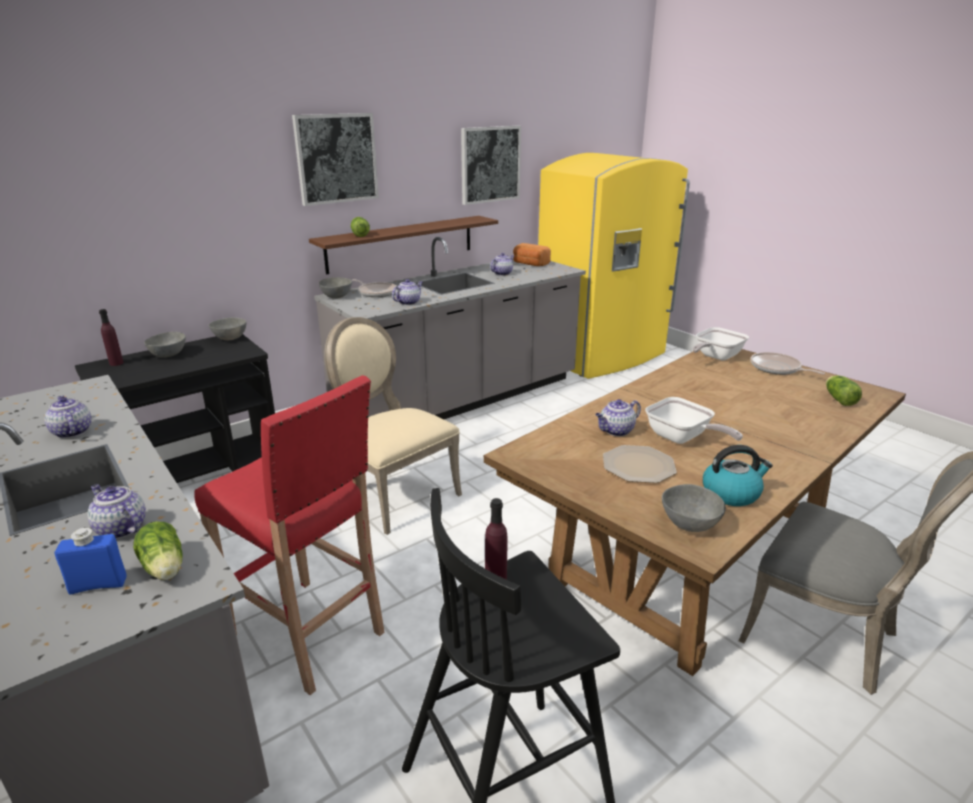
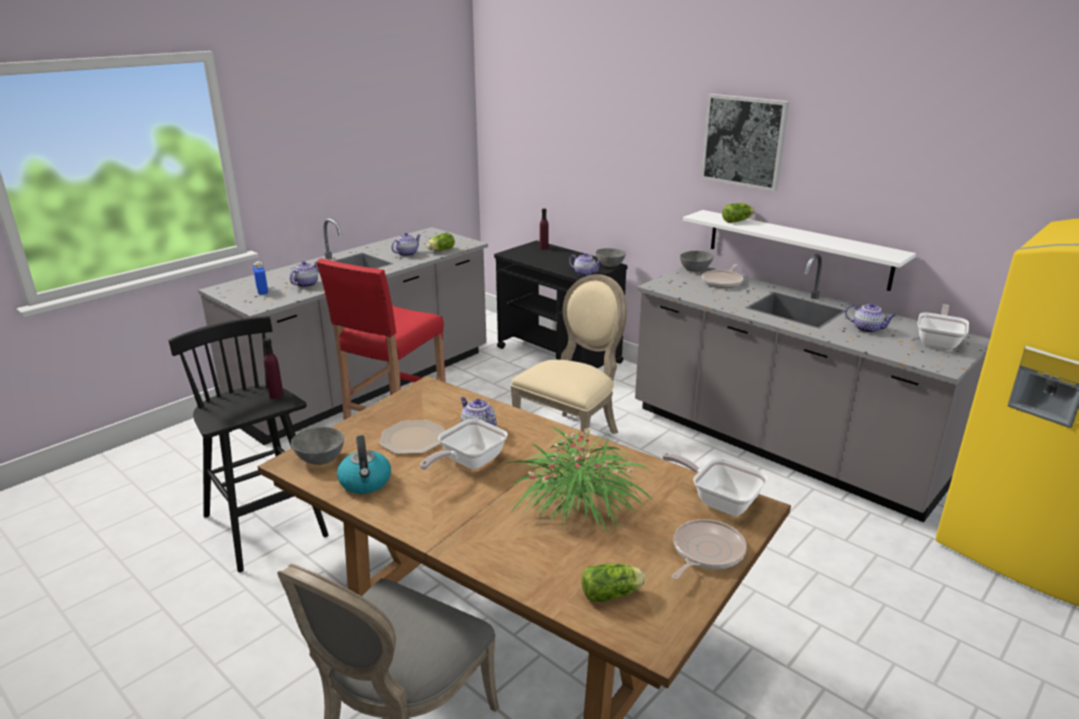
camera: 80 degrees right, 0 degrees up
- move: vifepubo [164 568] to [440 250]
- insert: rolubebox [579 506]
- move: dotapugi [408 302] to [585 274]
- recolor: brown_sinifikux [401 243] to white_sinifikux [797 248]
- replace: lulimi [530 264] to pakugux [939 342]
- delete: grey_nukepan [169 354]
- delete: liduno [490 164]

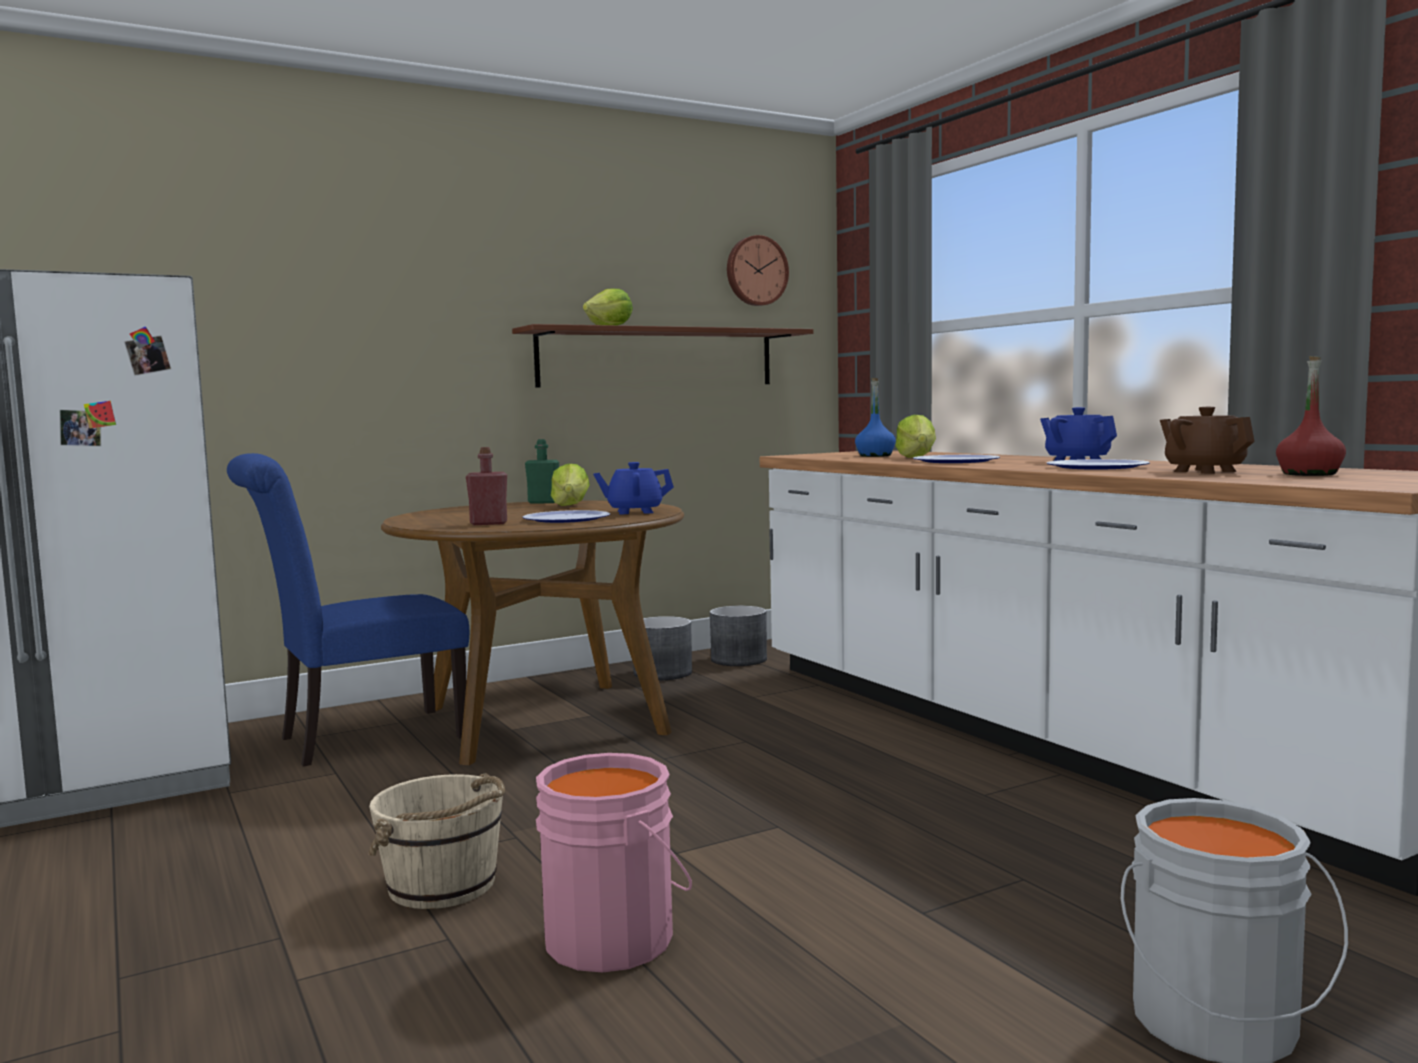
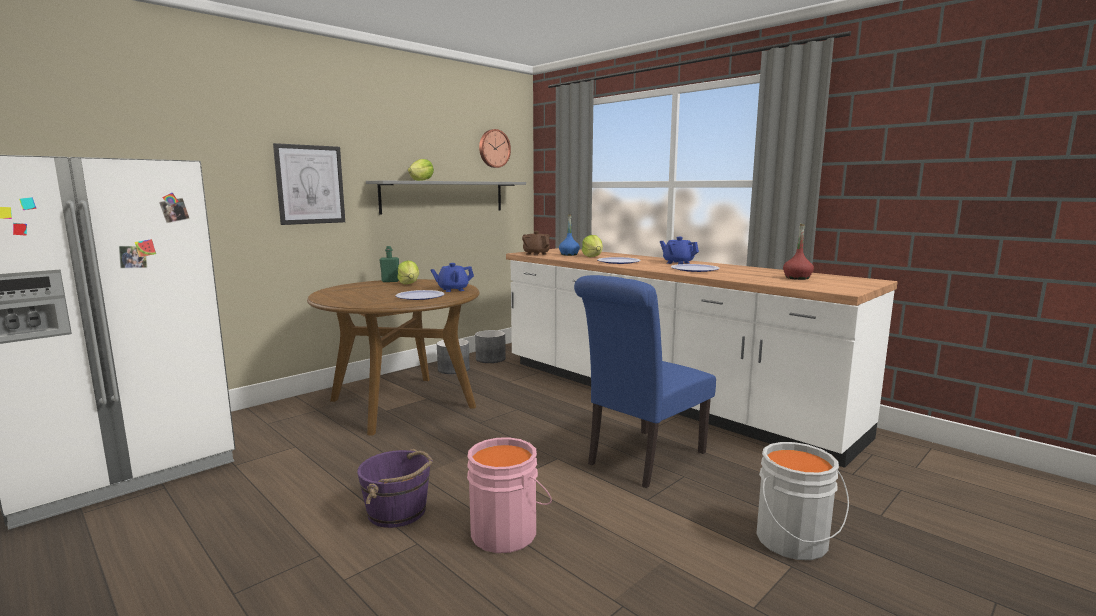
camera: 15 degrees left, 5 degrees up
- insert: liduno [310 184]
- recolor: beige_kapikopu [443 886] to purple_kapikopu [398 512]
- recolor: brown_sinifikux [658 358] to grey_sinifikux [444 197]
- move: brown_dotapugi [1204 471] to [536 254]
- move: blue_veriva [360 739] to [641 460]
- delete: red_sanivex [488 523]

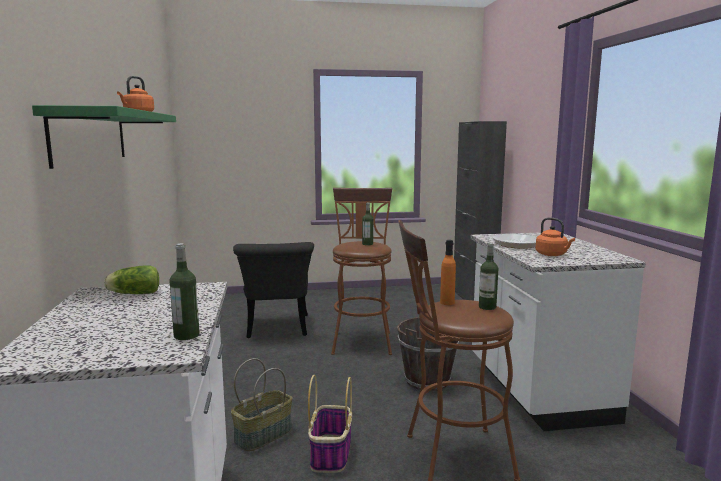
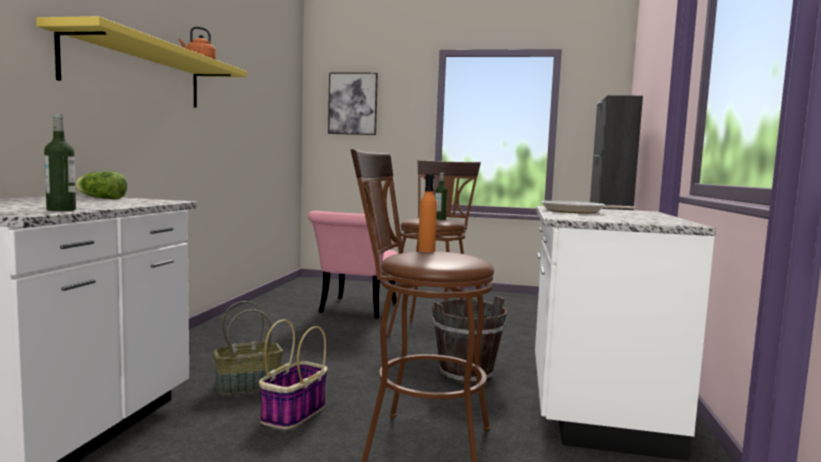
camera: 20 degrees right, 5 degrees down
- recolor: green_sinifikux [91 136] to yellow_sinifikux [137 73]
- recolor: black_veriva [277 329] to pink_veriva [355 310]
- insert: liduno [353 103]
- delete: sanivex [487 307]
- delete: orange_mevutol [552 255]

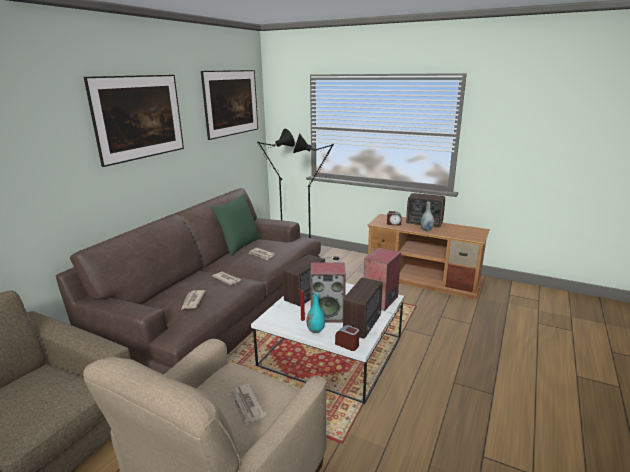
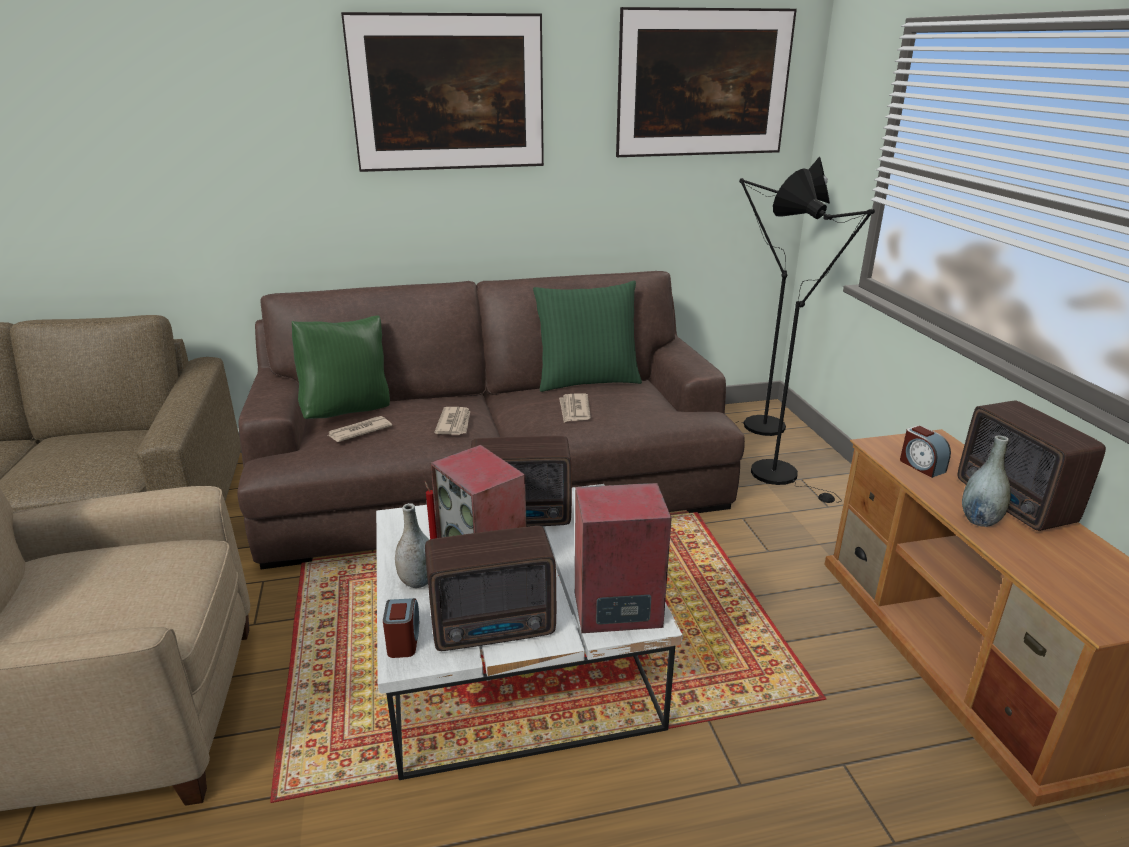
camera: 50 degrees right, 5 degrees up
- insert: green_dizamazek [348 411]
- recolor: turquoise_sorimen [315 330] to grey_sorimen [418 581]
- delete: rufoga [246 406]

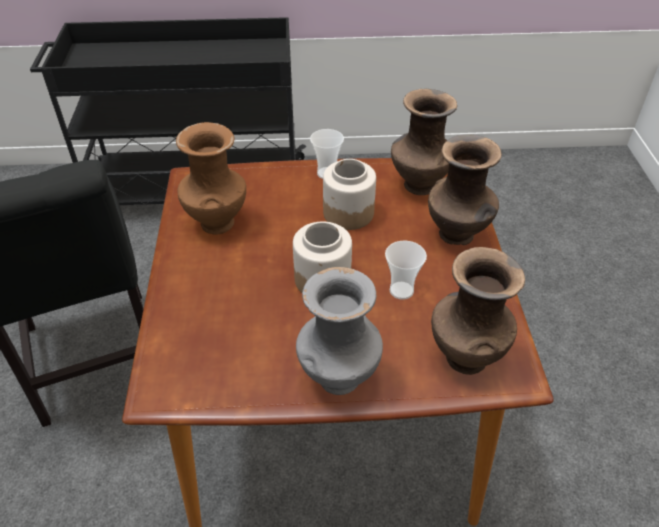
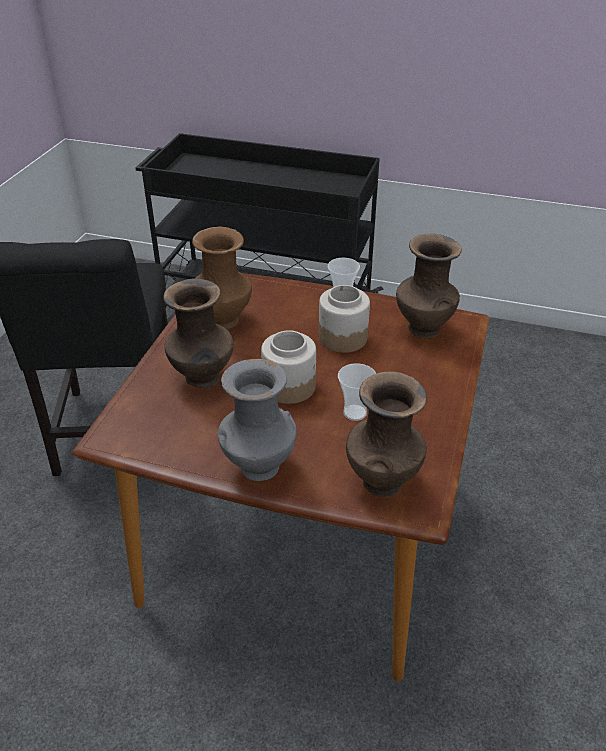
camera: 20 degrees right, 5 degrees down
- move: brown_sorimen [457 235] to [203 379]

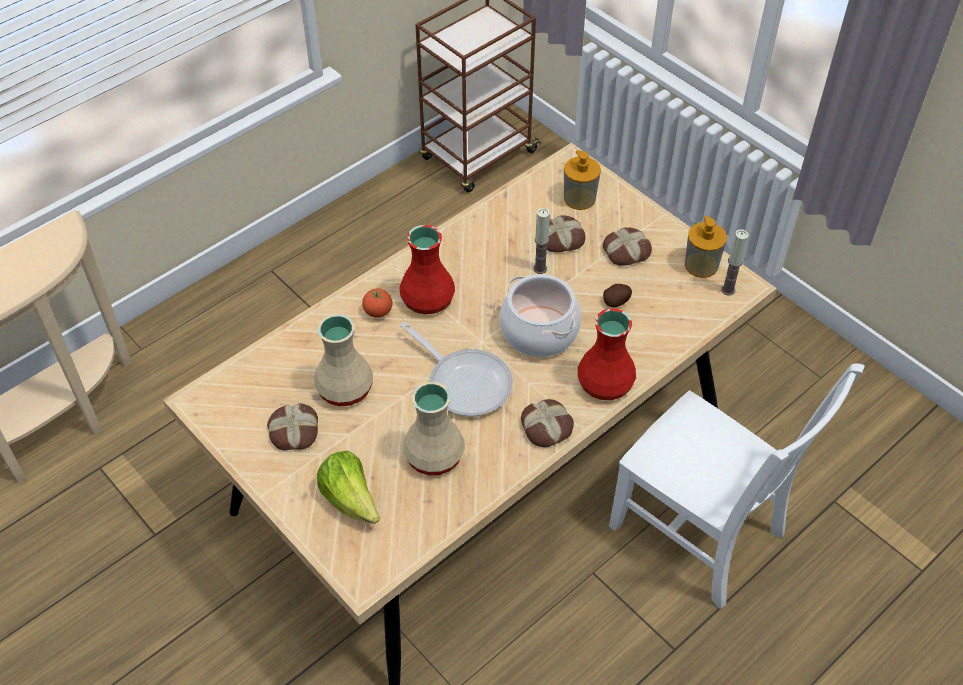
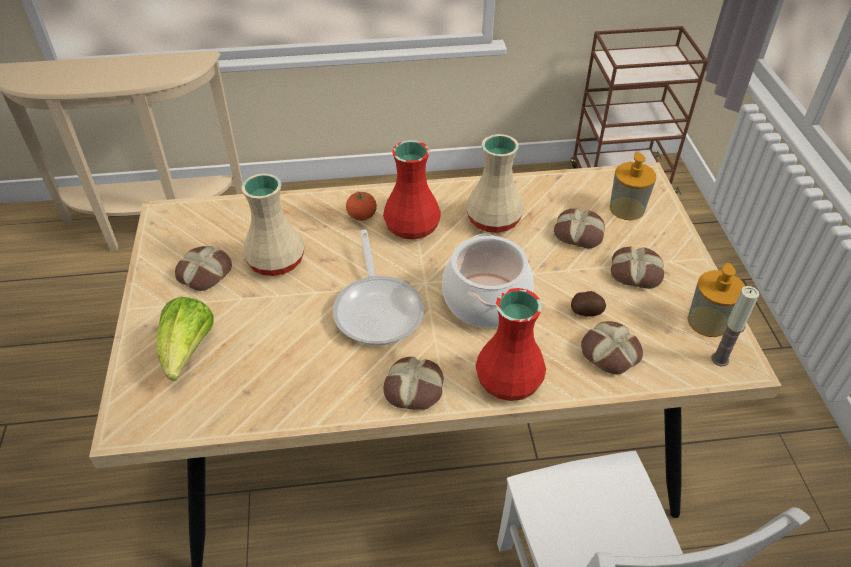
camera: 35 degrees right, 5 degrees down
- move: beige_sorimen [433 456] to [492 220]
- insert: lulimi [609 353]
- delete: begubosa [540 268]

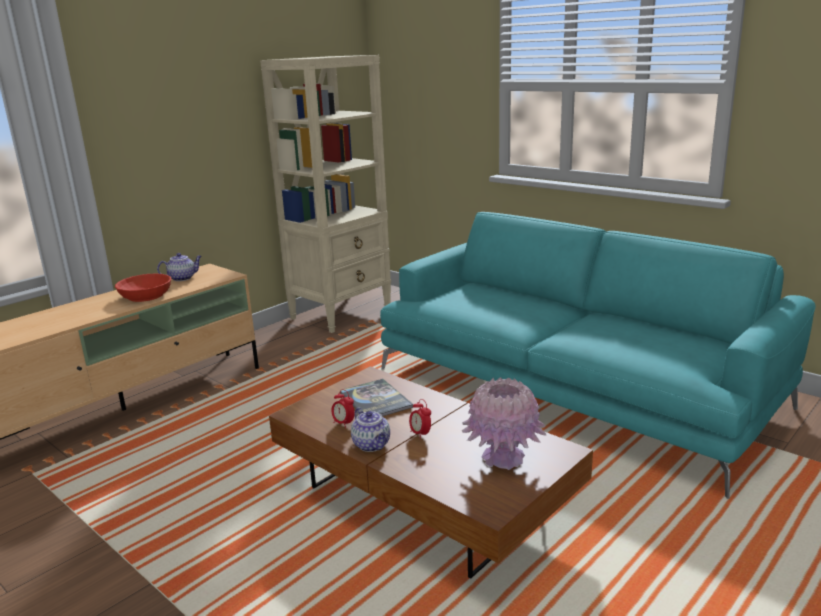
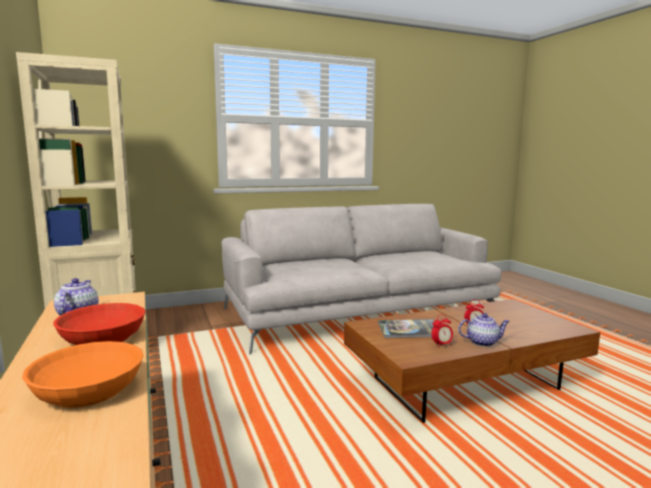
camera: 65 degrees left, 10 degrees down
- insert: orange_nukepan [88 389]
- recolor: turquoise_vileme [573 387] to grey_vileme [359 312]
- delete: pink_sorimen [503 457]

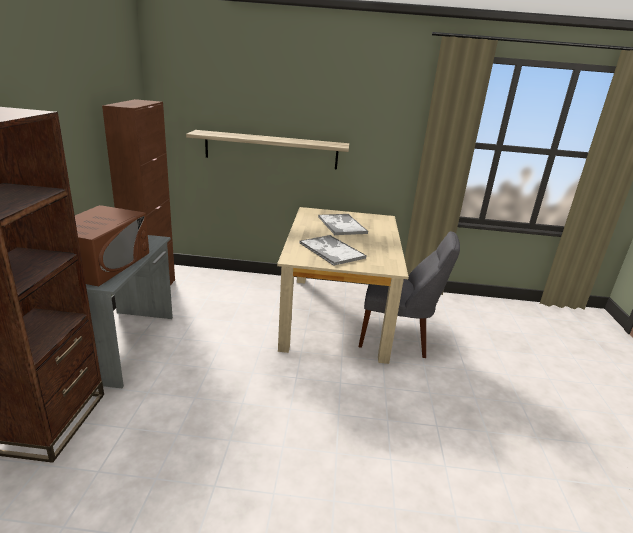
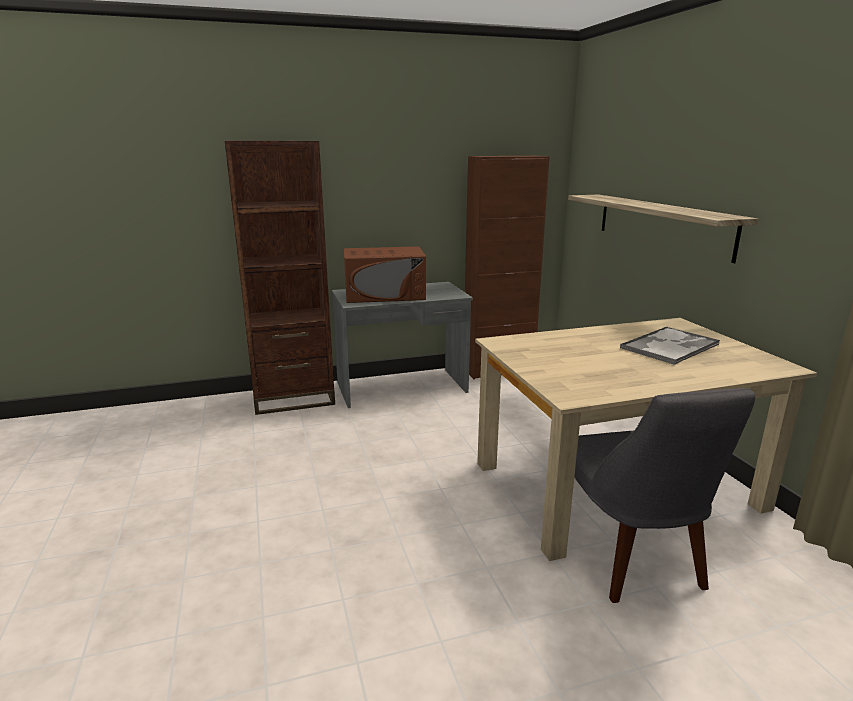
camera: 70 degrees right, 5 degrees down
- delete: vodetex [331 250]

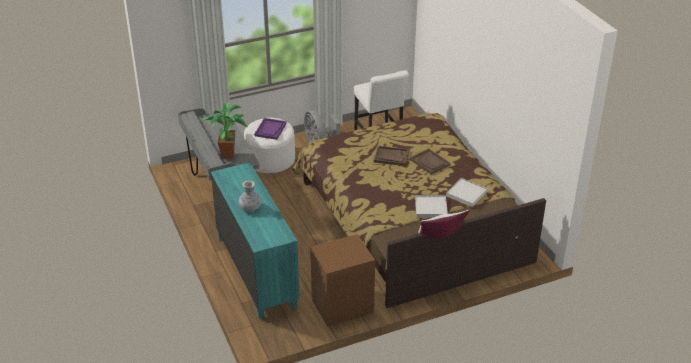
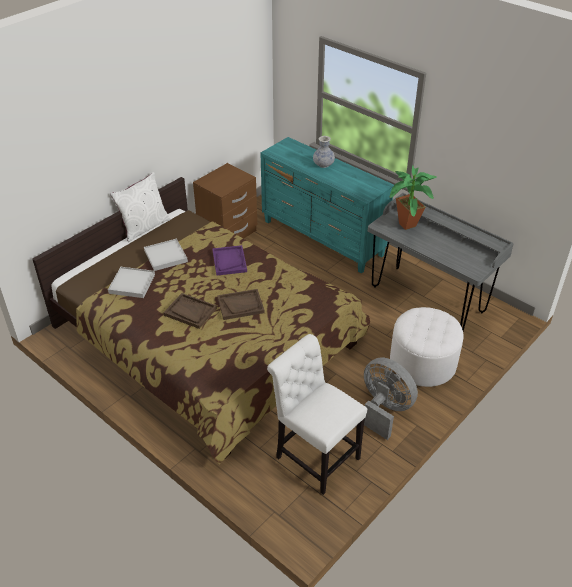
camera: 155 degrees right, 5 degrees up
- move: purple_vodetex [270 130] to [229 261]

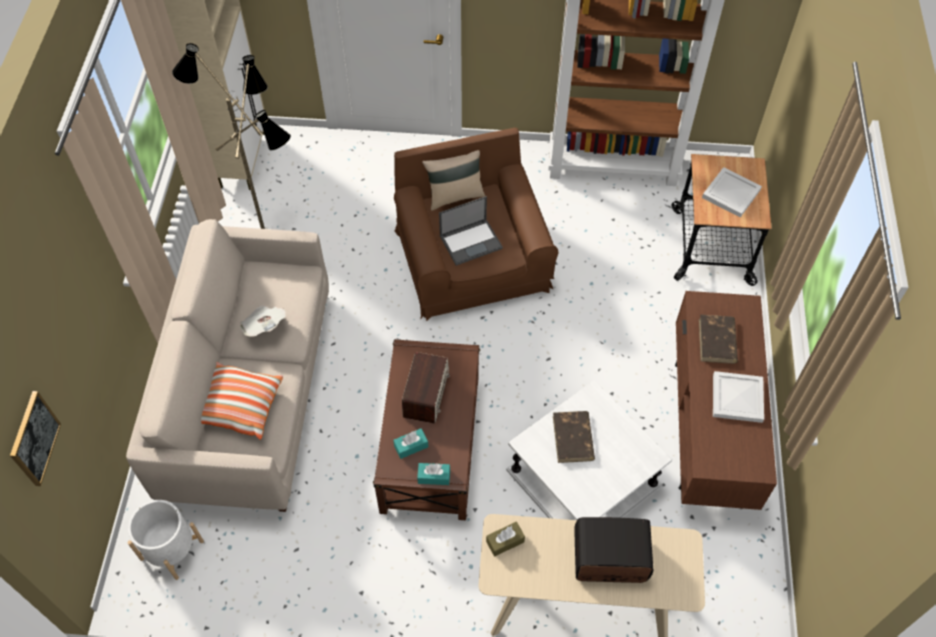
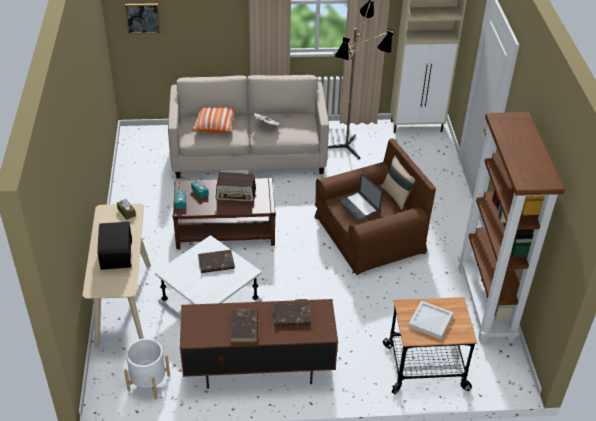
camera: 80 degrees right, 15 degrees down
- move: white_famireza [172 550] to [149 382]
- replace: white_vodetex [738 399] to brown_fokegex [244 327]

